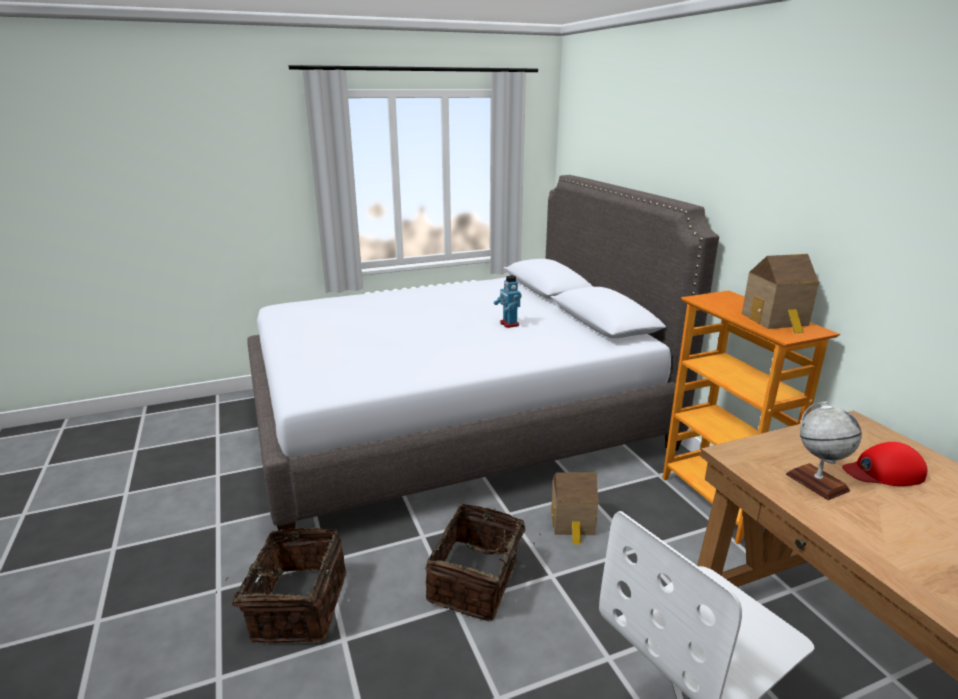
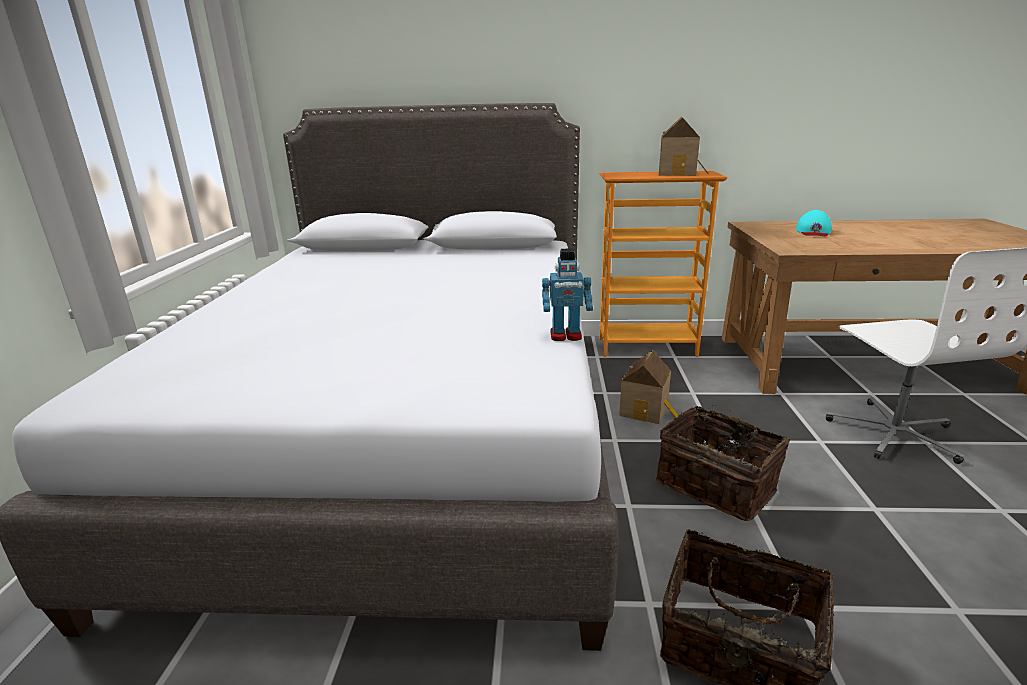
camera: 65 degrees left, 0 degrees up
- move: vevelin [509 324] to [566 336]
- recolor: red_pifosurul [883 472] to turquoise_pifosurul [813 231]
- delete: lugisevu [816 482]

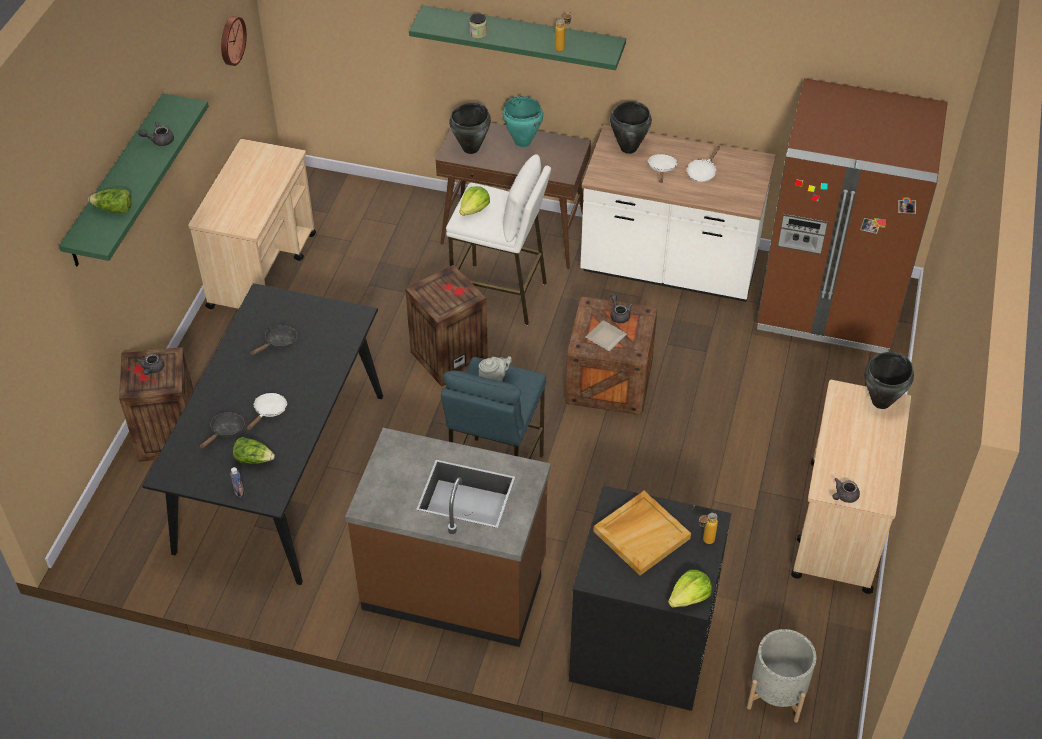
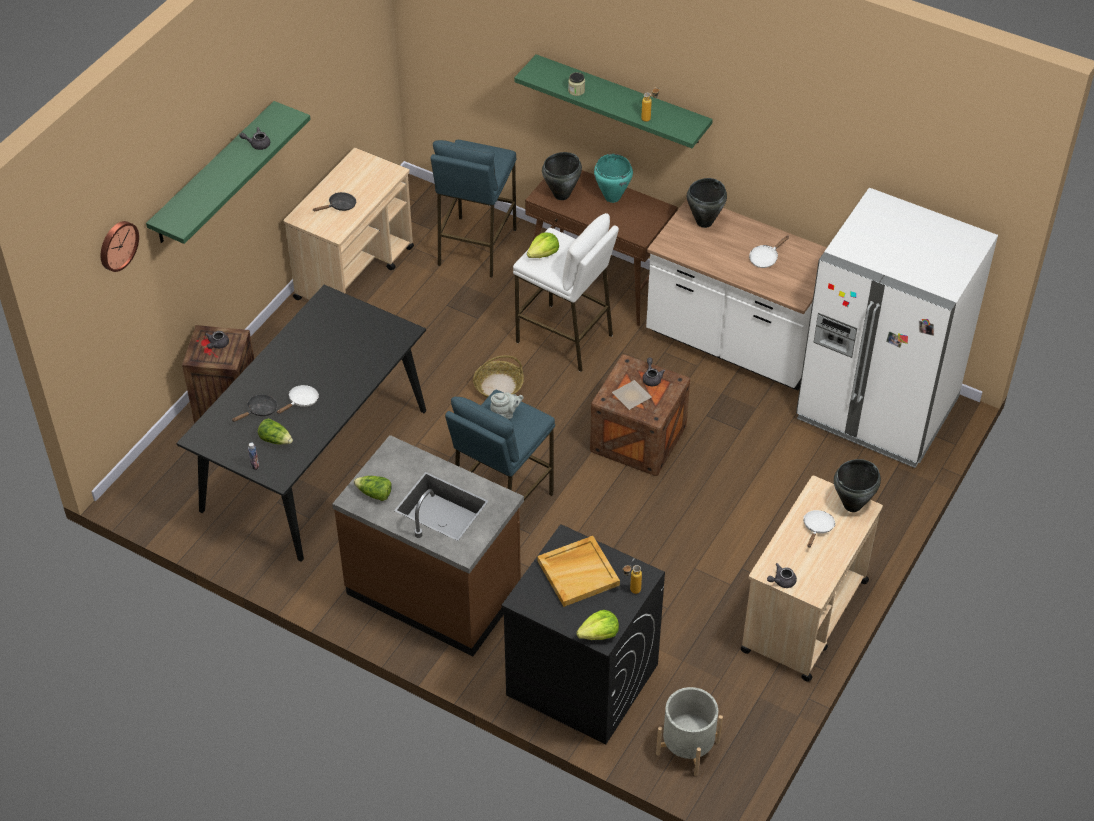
camera: 15 degrees right, 0 degrees up
- move: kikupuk [231 40] to [117 245]
- move: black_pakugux [278 342] to [340 206]
- move: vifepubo [114 209] to [374 494]
- insert: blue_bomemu [475 247]
- replace: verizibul [449 355] to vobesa [498 386]
- recolor: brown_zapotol [828 305] to white_zapotol [877 409]
- move: white_pakugux [662 169] to [817 528]

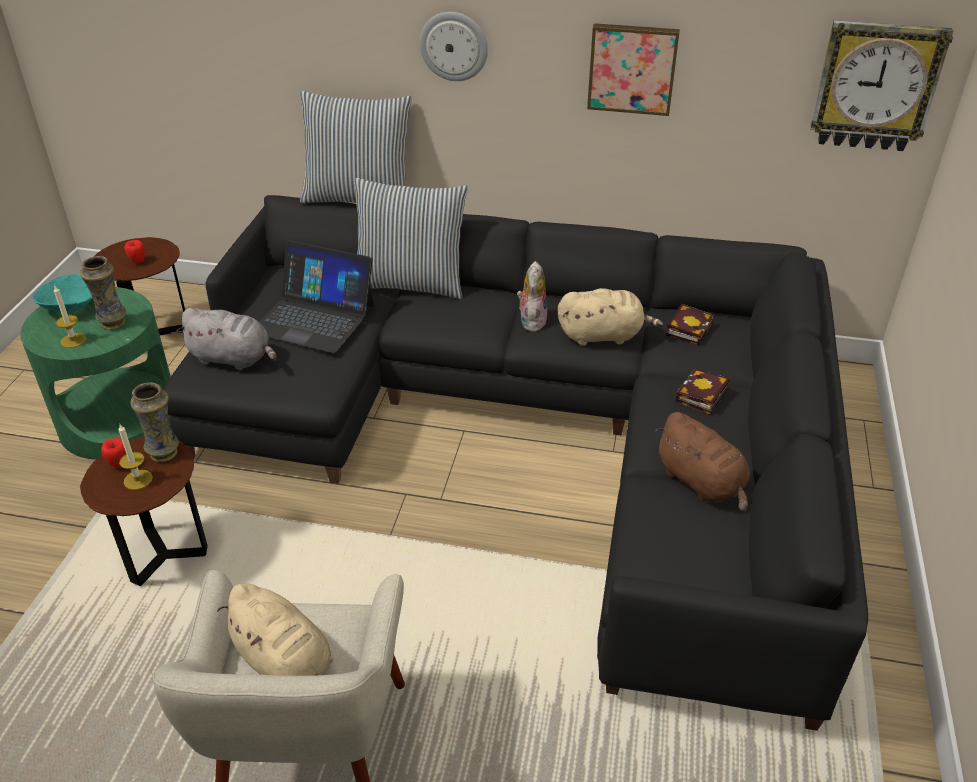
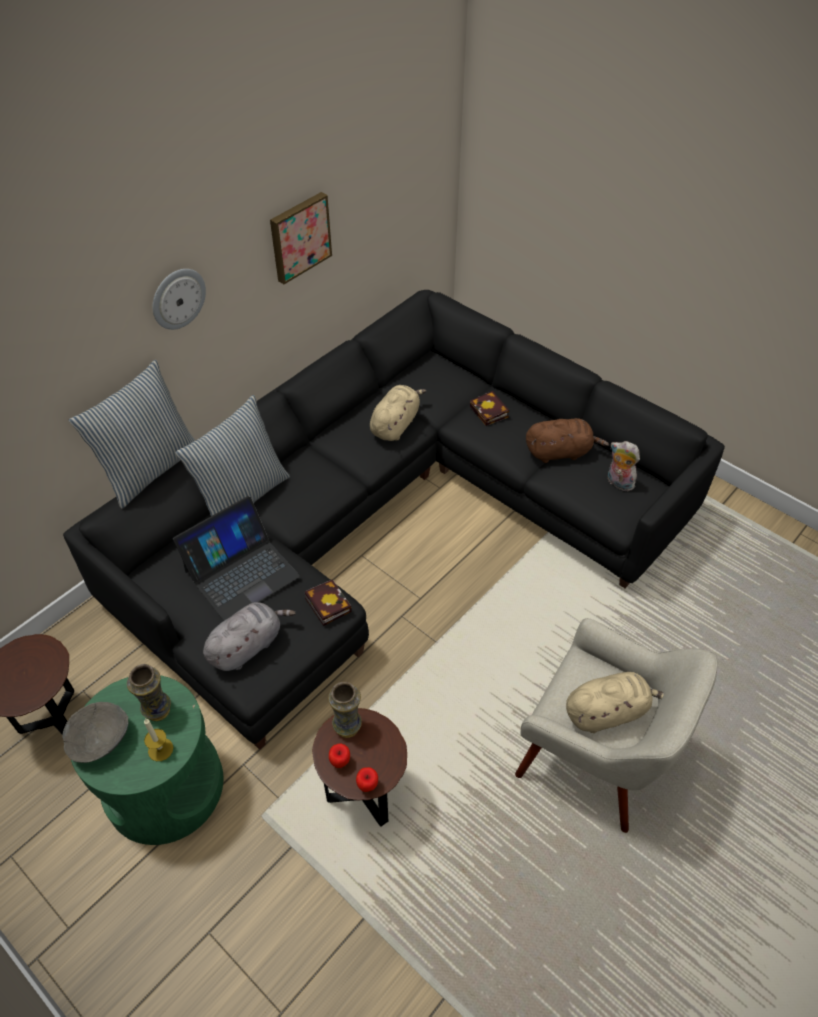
camera: 60 degrees left, 10 degrees up
- recolor: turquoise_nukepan [70 308] to grey_nukepan [100 741]
- move: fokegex [688 328] to [326 604]
- move: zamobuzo [138 261] to [367 786]
- move: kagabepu [531 320] to [618 483]
- delete: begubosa [138 480]
- delete: kikupuk [875 86]

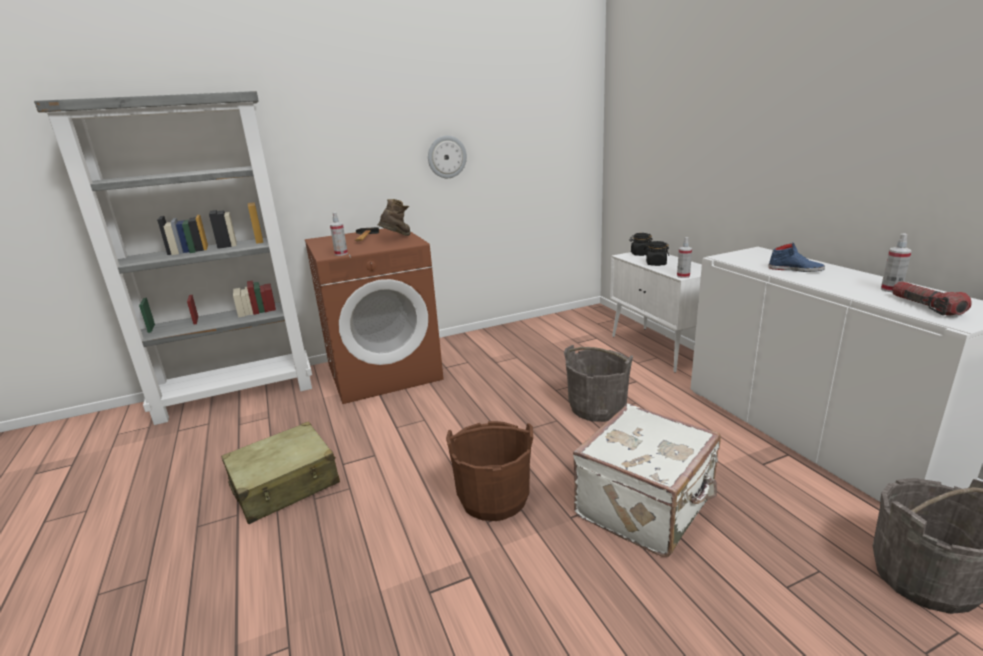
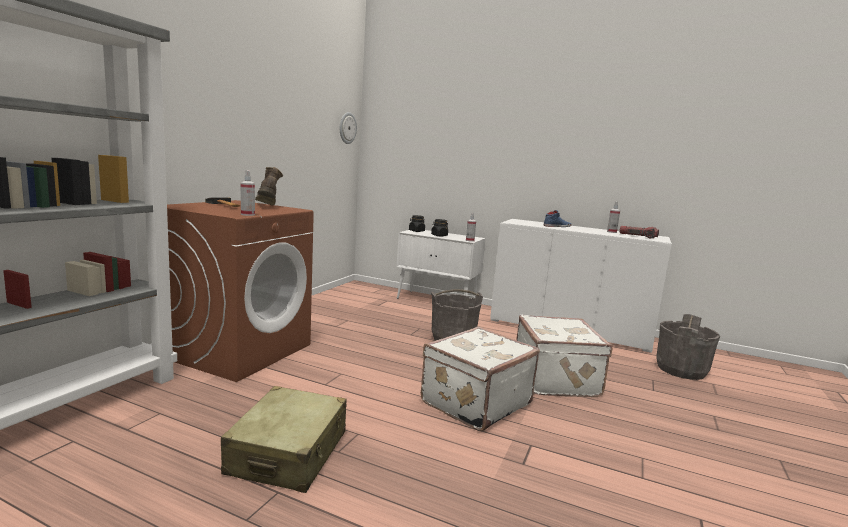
camera: 45 degrees left, 10 degrees down
- move: kikupuk [447 157] to [347 128]
- replace: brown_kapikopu [493 498] to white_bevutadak [474 402]

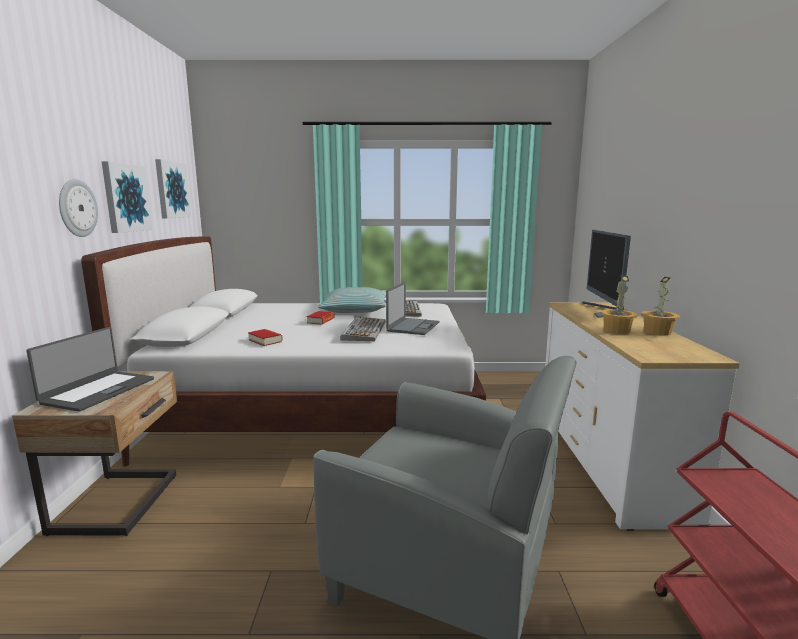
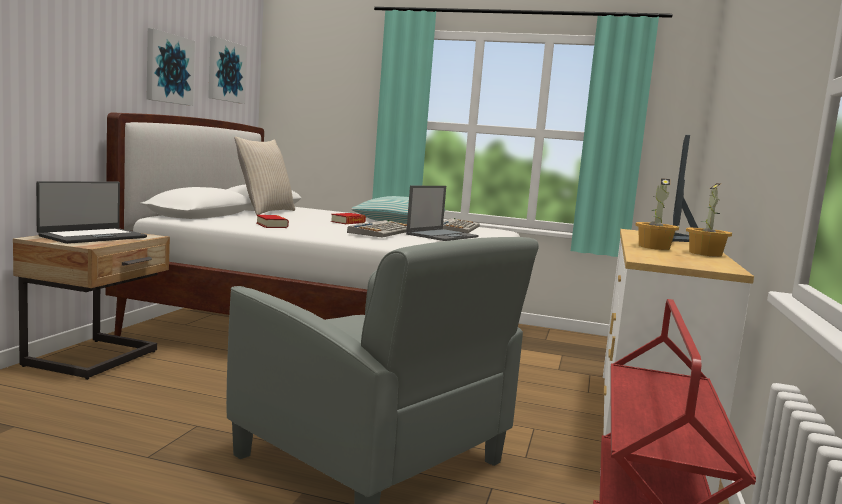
camera: 15 degrees right, 5 degrees down
- insert: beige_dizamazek [264 211]
- delete: kikupuk [77 208]

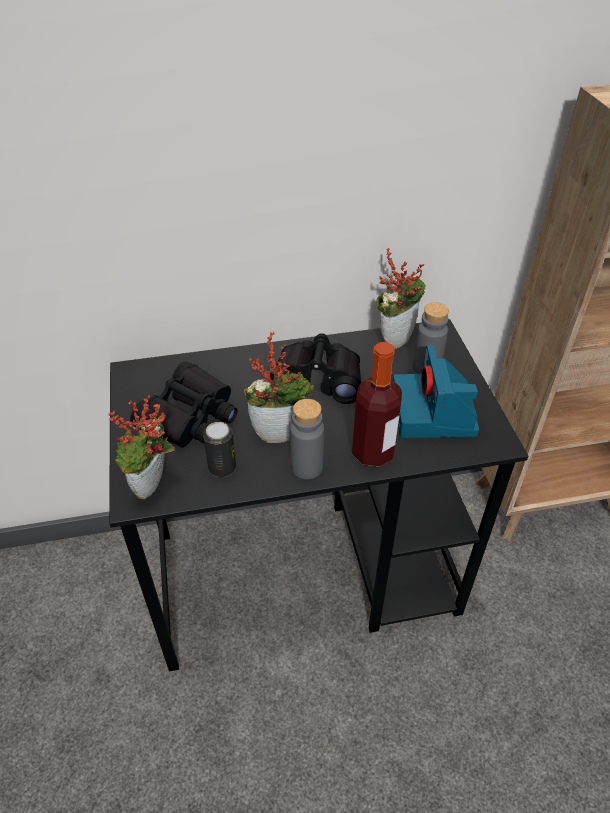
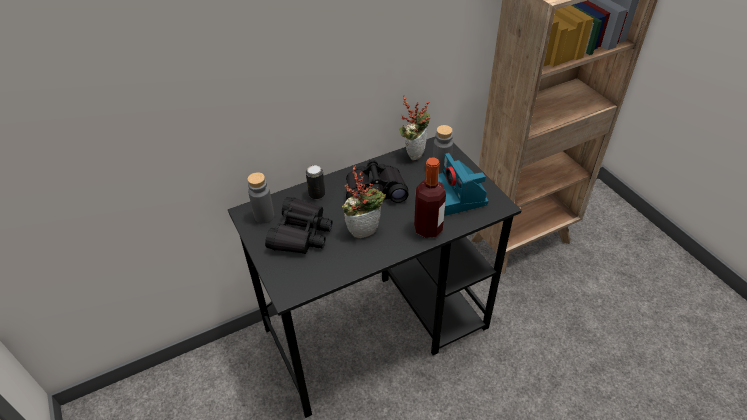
camera: 15 degrees left, 0 degrees up
- move: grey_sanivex [306 467] to [264 216]
- move: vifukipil [222 467] to [317 194]
- delete: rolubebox [154 488]

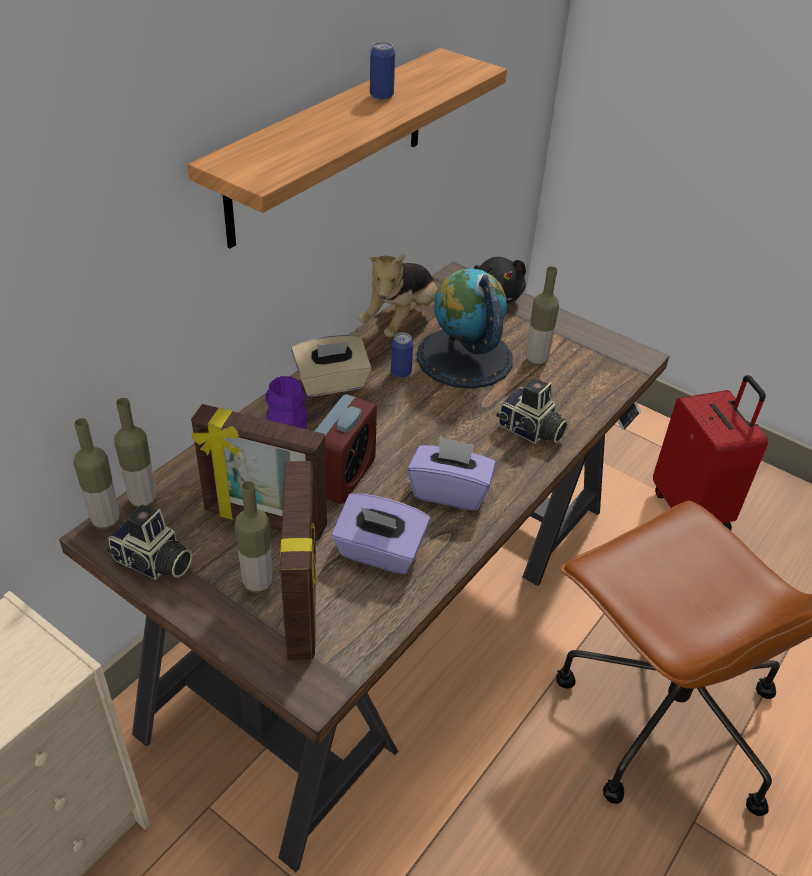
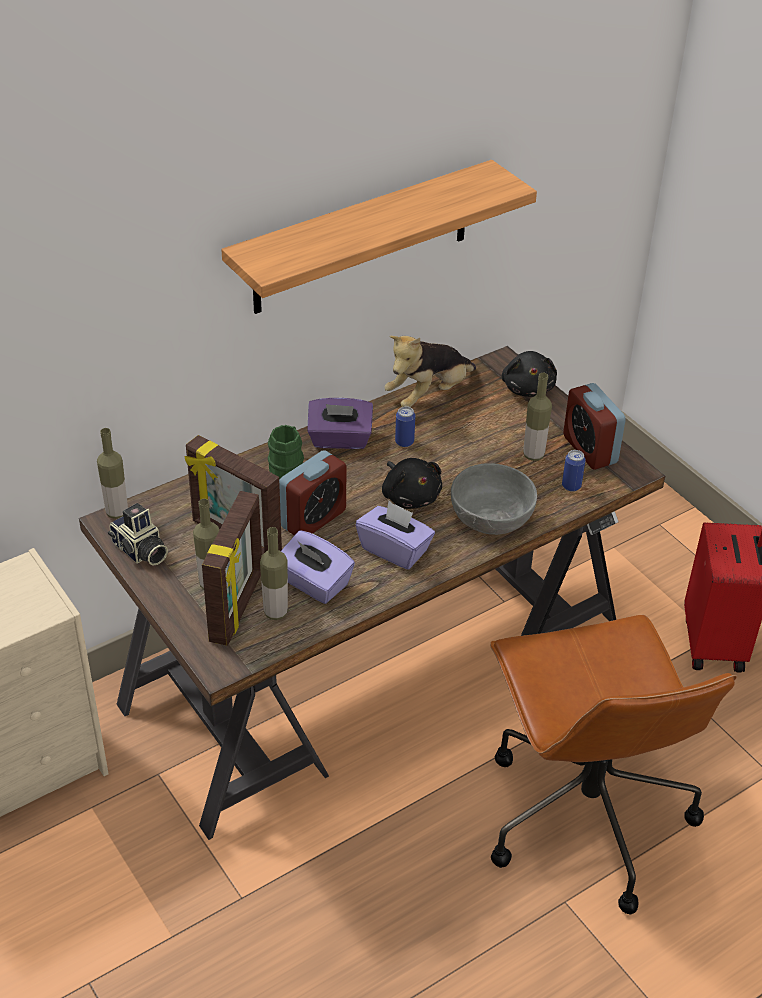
camera: 20 degrees right, 0 degrees up
- move: sanivex [143 500] to [275 612]
- recolor: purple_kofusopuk [288 423] to green_kofusopuk [288 466]
- recolor: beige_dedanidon [332 383] to purple_dedanidon [340 439]
- insert: black_kagabepu [410 496]
- replace: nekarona [530 431] to grey_nukepan [492 516]
- move: vifukipil [381 96] to [571 486]
- insert: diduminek [589 449]
- delete: lugisevu [464 357]

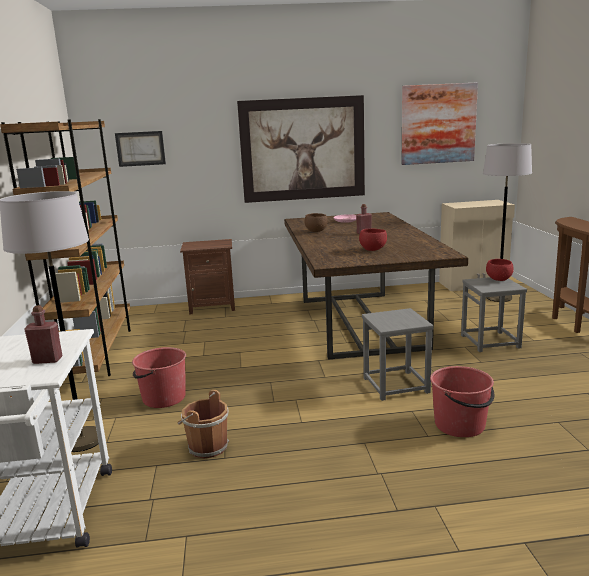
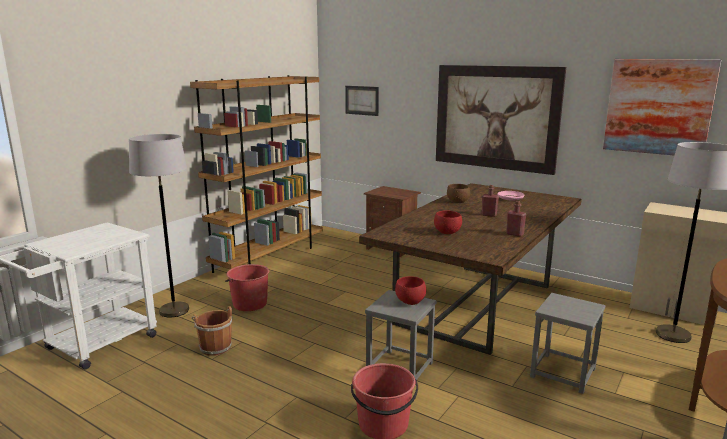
camera: 40 degrees right, 0 degrees up
- move: red_nukepan [499 280] to [410 302]
- move: red_sanivex [47 360] to [515 234]

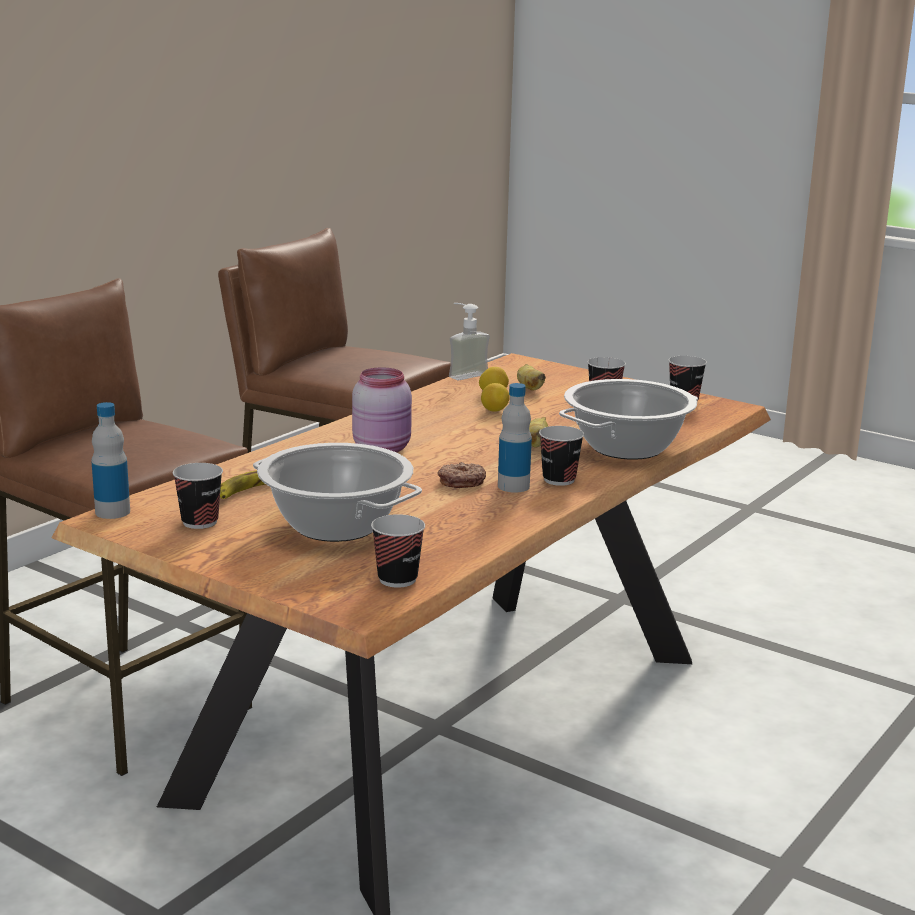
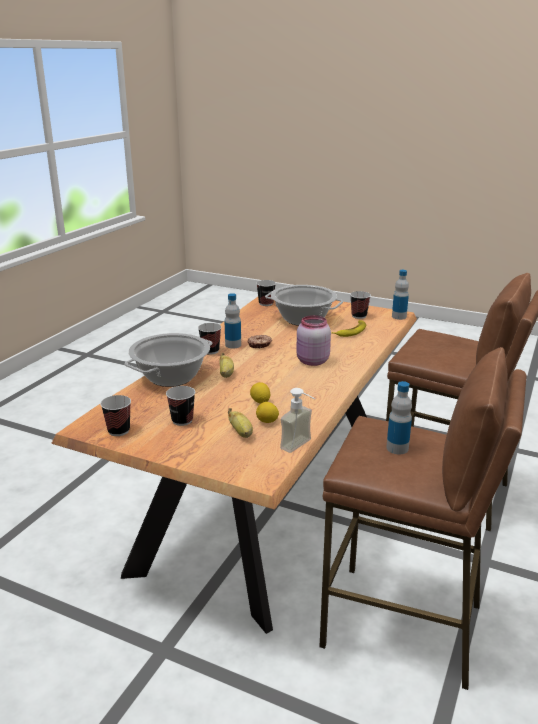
camera: 170 degrees right, 5 degrees up
- insert: sanivex [397 448]

